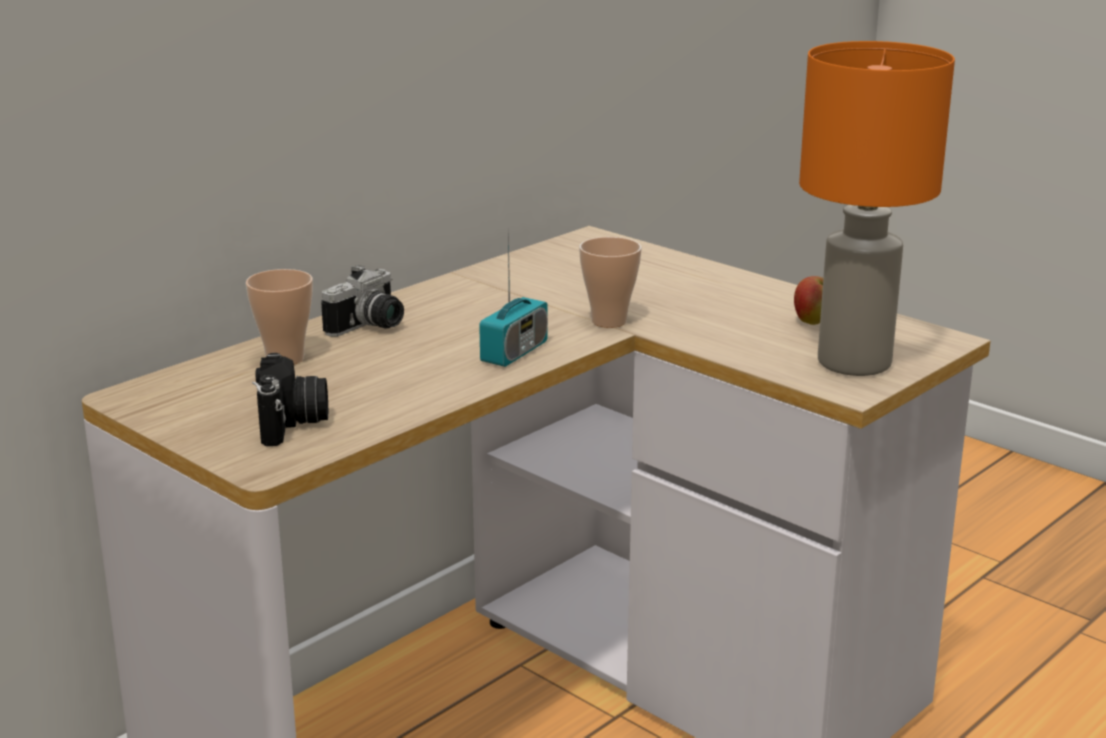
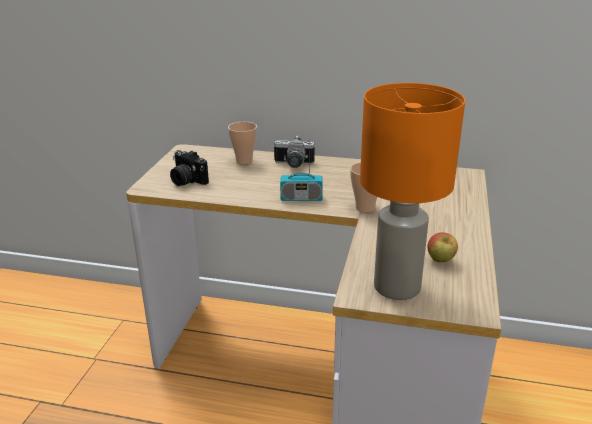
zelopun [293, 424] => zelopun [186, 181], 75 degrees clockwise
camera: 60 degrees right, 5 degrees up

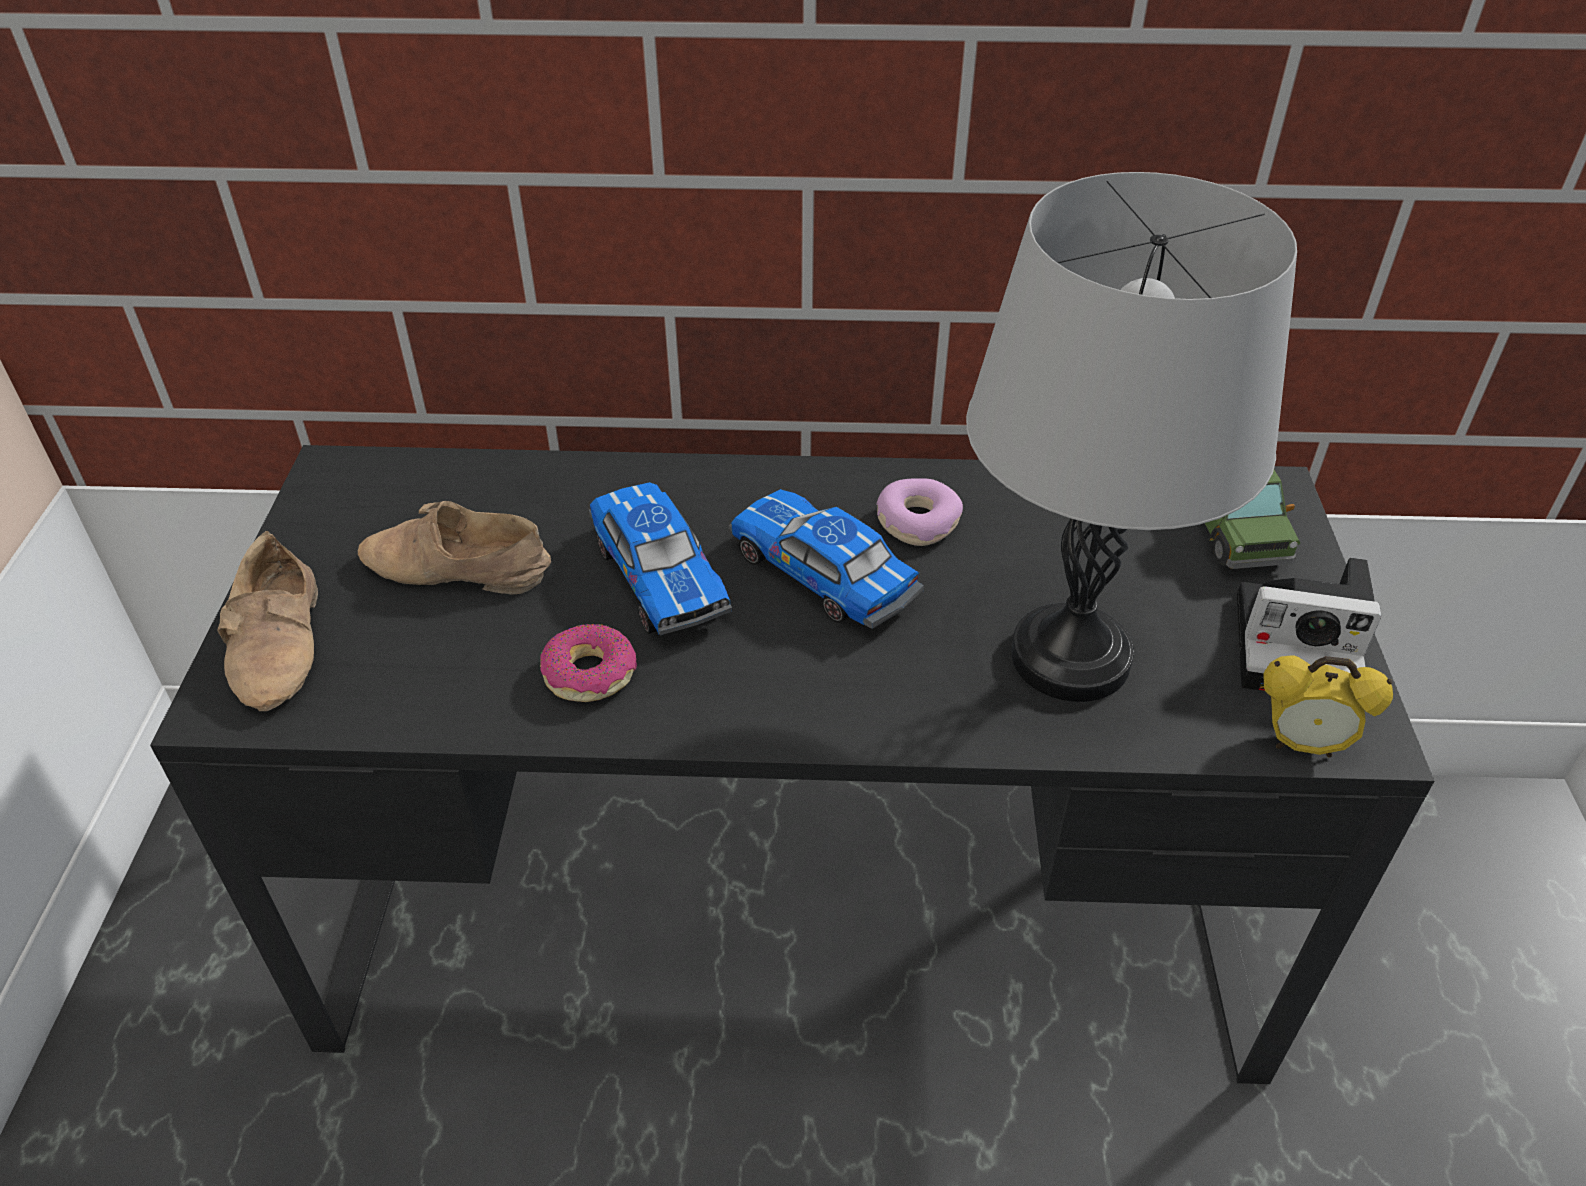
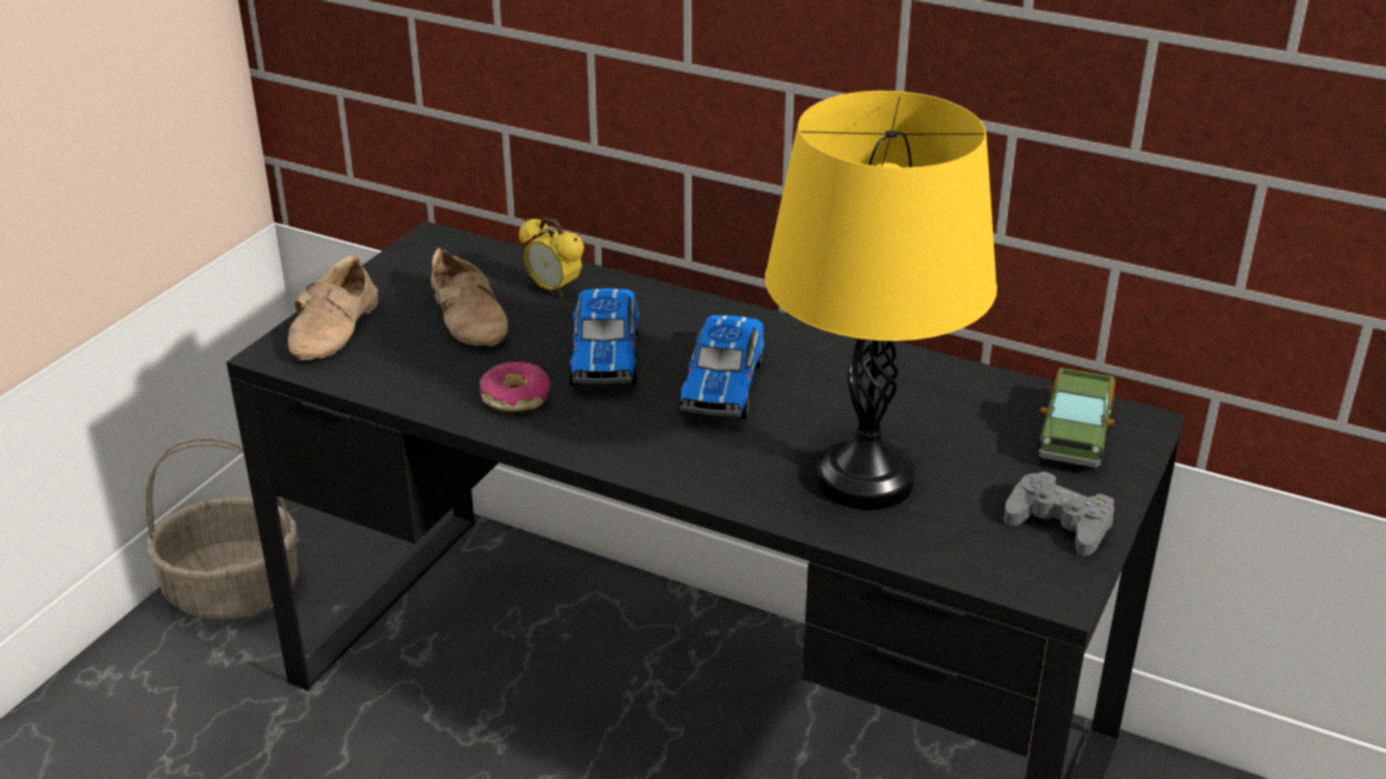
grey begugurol [1070, 657] => yellow begugurol [865, 480]
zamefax [917, 522] => nothing
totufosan [824, 575] => totufosan [723, 384], 150 degrees counterclockwise
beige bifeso [454, 570] => beige bifeso [471, 316], 150 degrees counterclockwise
zelopun [1301, 646] => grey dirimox [1059, 523]
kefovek [1302, 745] => kefovek [554, 290], shifted
nothing => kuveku [234, 589]
camera: 25 degrees right, 10 degrees down

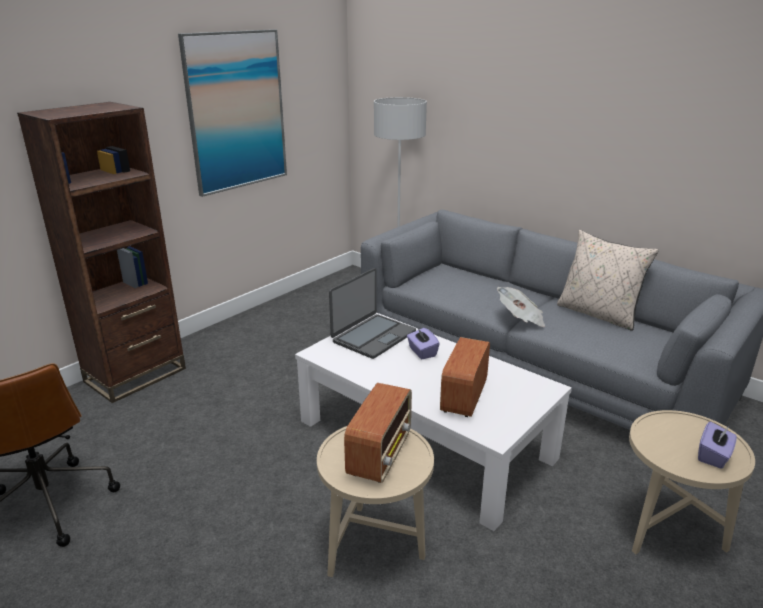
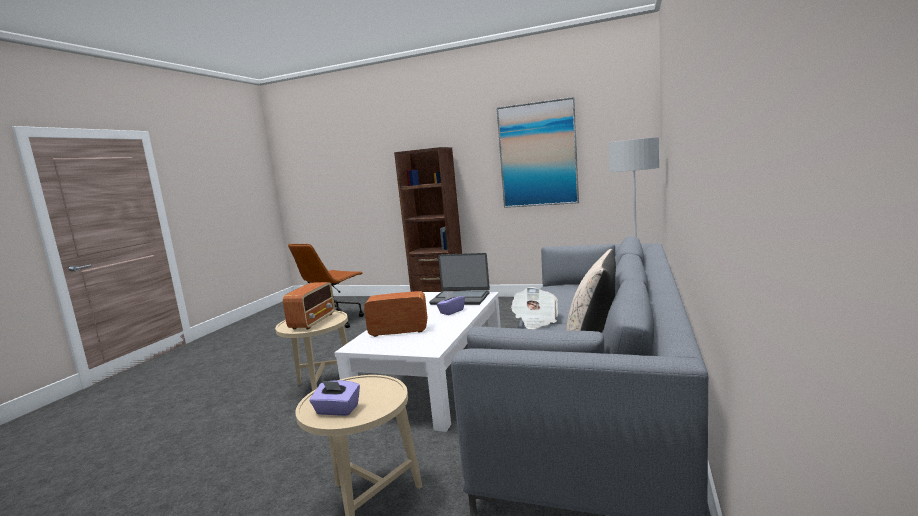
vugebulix [380, 454] => vugebulix [313, 321], 75 degrees counterclockwise
camera: 70 degrees right, 15 degrees down

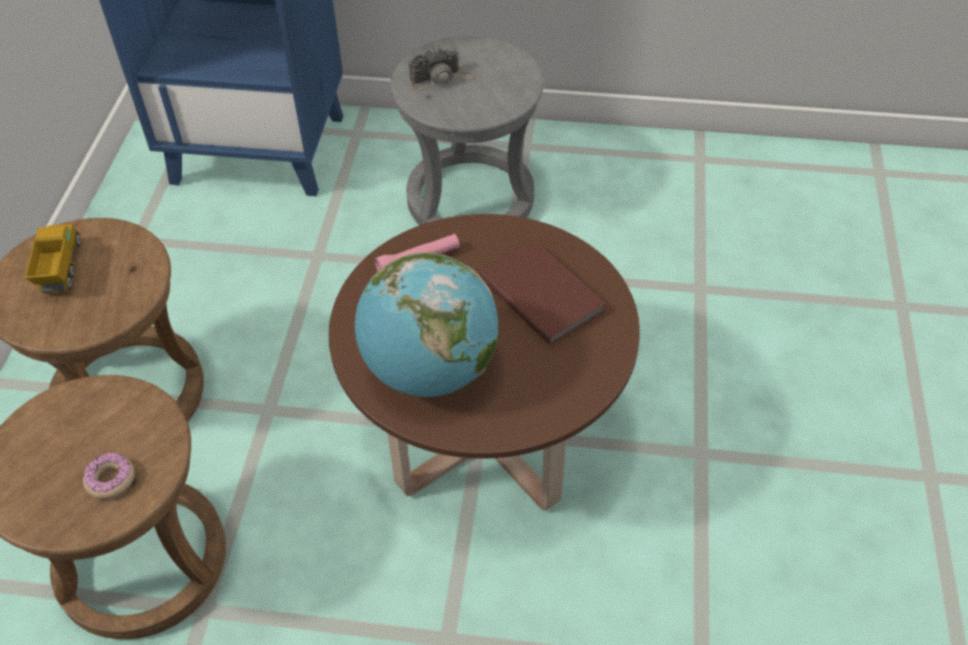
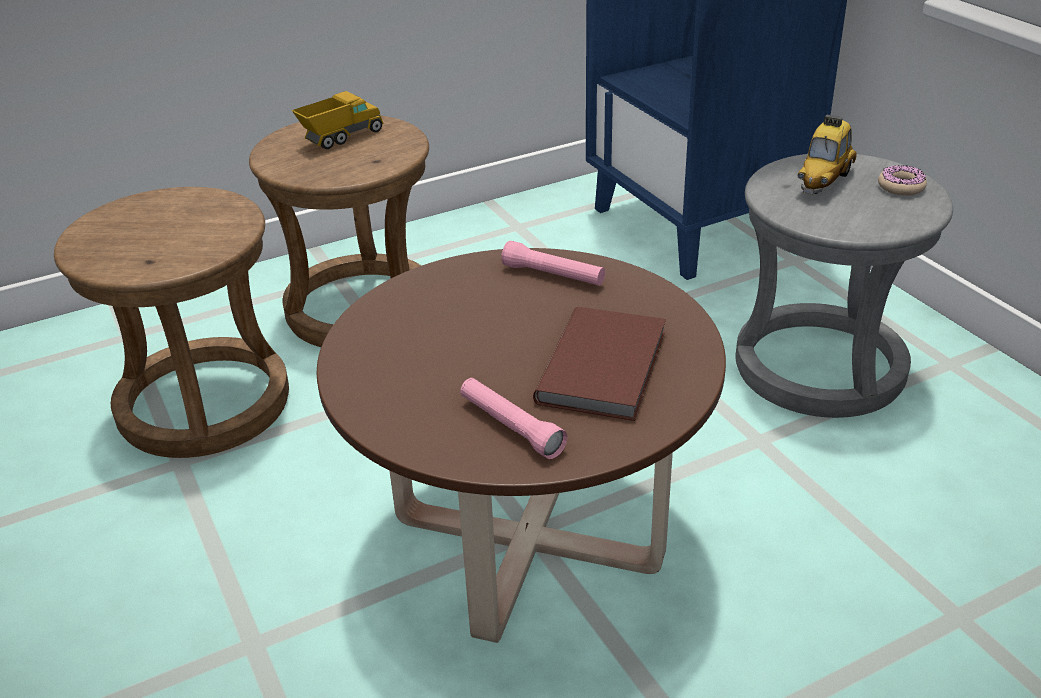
zelopun [442, 78] => totufosan [823, 181]
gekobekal [430, 370] => nothing
zamefax [110, 480] => zamefax [901, 187], shifted
nothing => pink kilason [511, 427]
camera: 55 degrees right, 15 degrees down

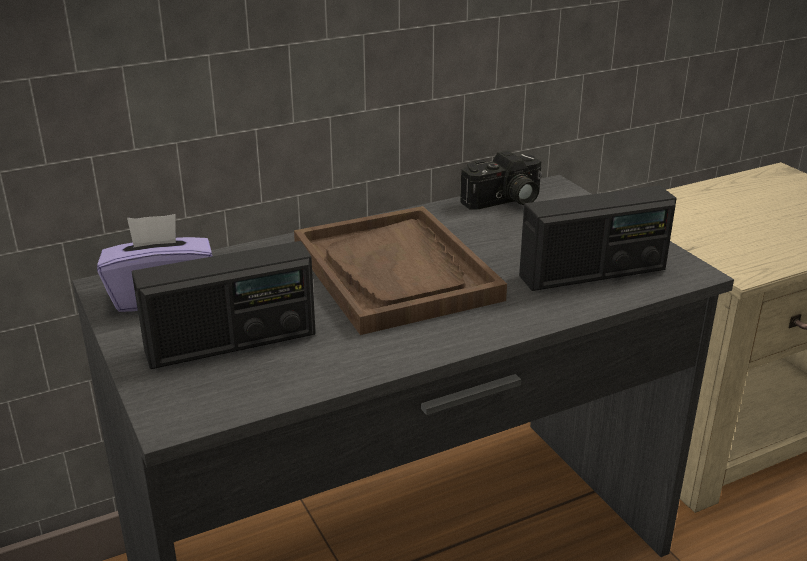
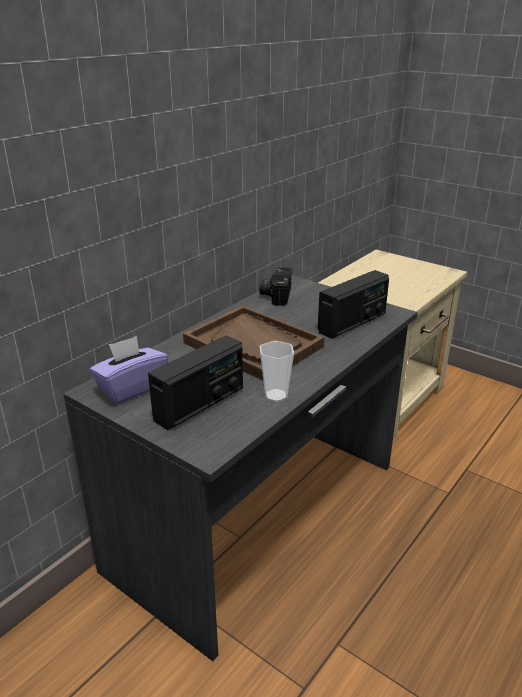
zelopun [505, 202] => zelopun [275, 295], 150 degrees clockwise
nothing => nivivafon [276, 396]
camera: 25 degrees left, 0 degrees up

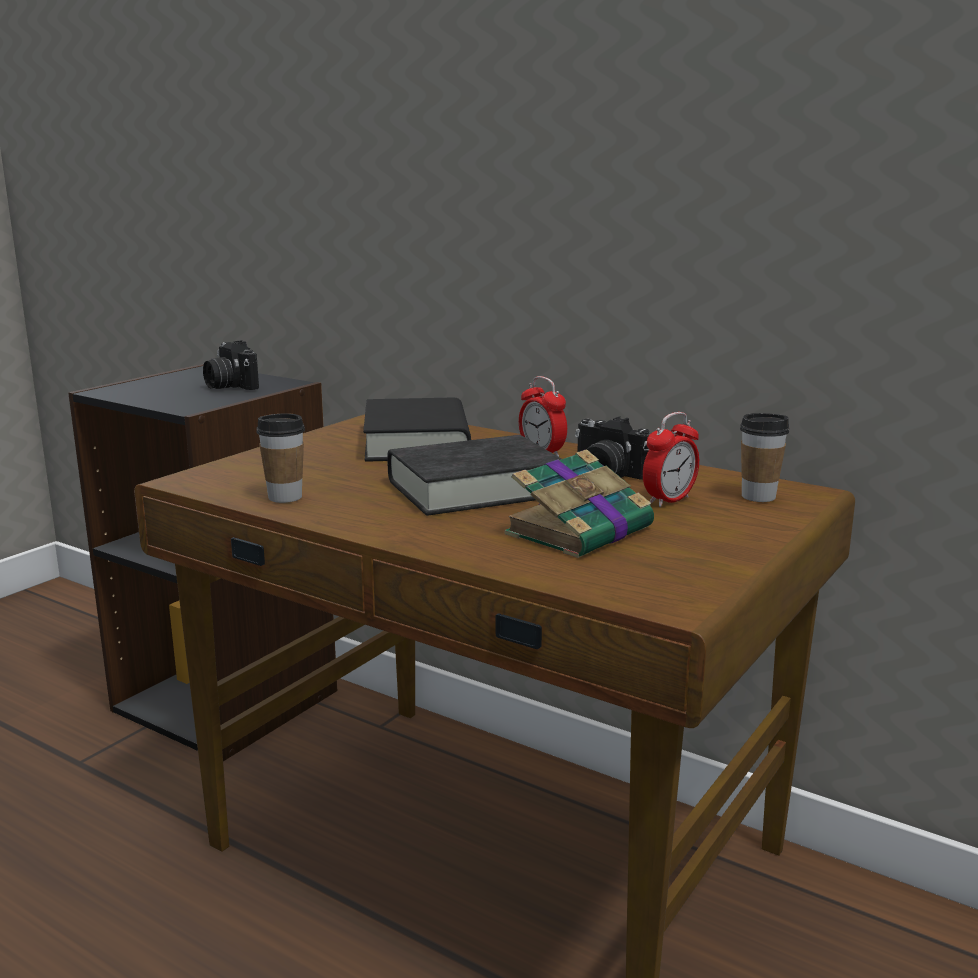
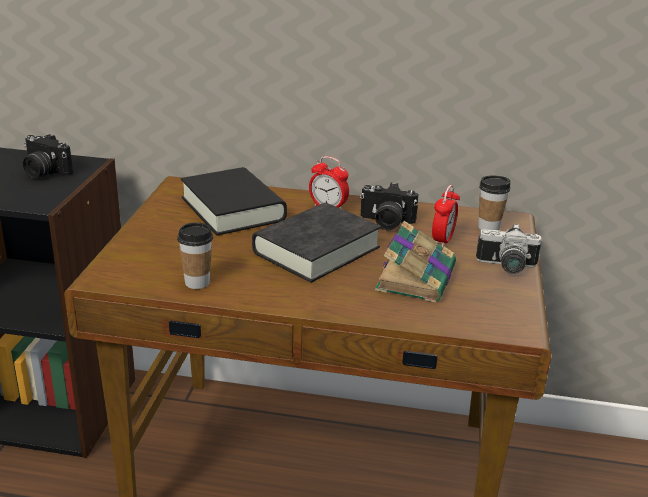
nothing => zelopun [506, 267]
camera: 25 degrees left, 10 degrees up

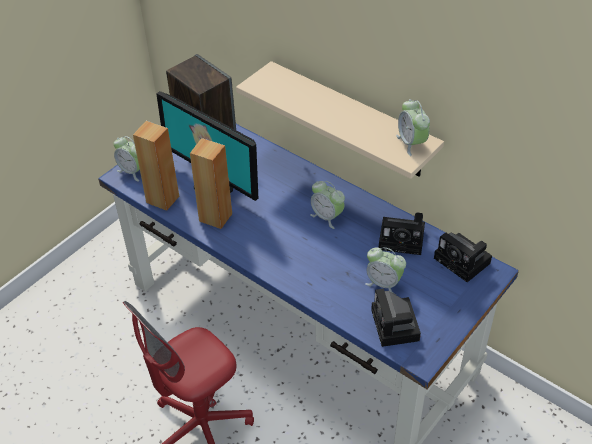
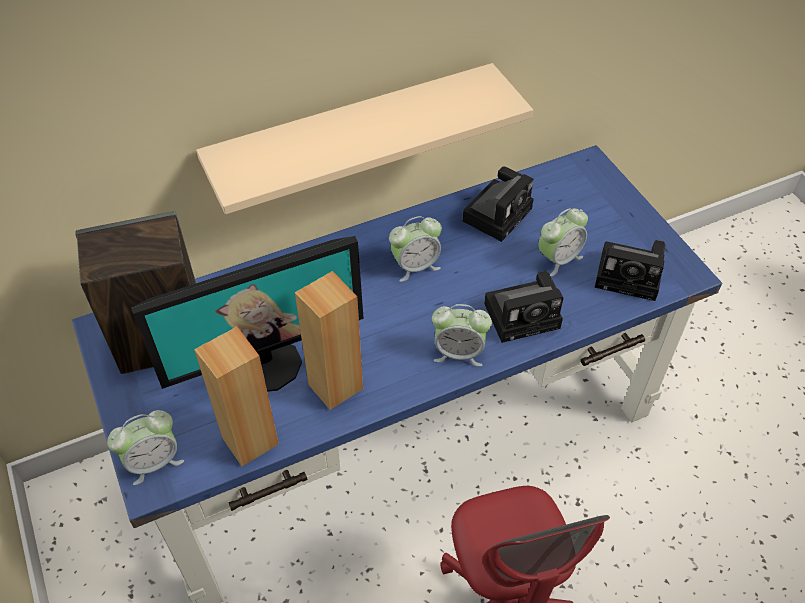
kefovek [411, 143] => kefovek [458, 352], shifted
zelopun [464, 262] => zelopun [524, 314], shifted
camera: 65 degrees left, 5 degrees up

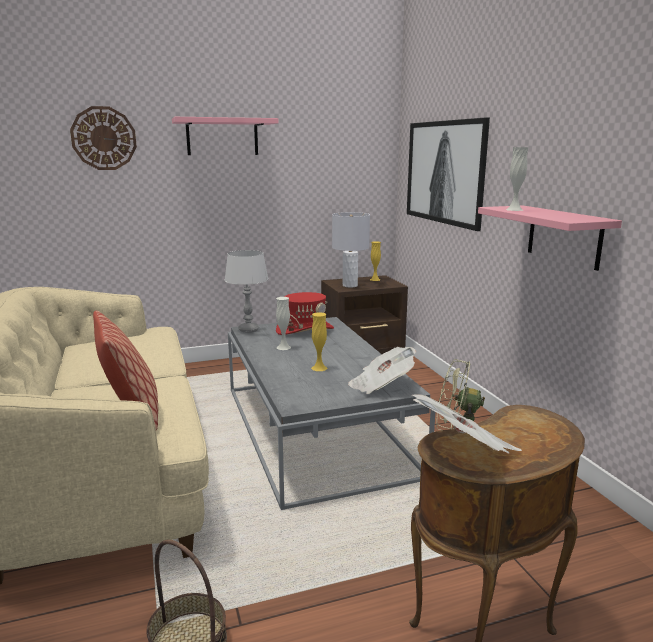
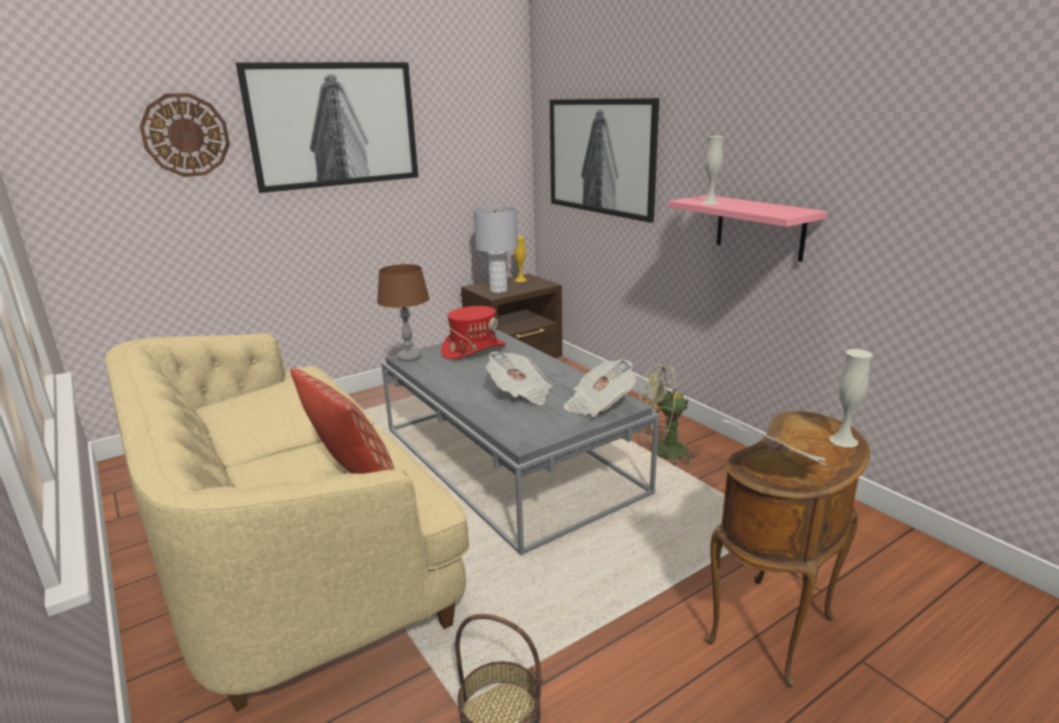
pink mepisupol [222, 137] => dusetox [335, 125]
grey begugurol [248, 330] => brown begugurol [409, 358]
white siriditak [283, 347] => white siriditak [843, 440], shifted
yellow siriditak [319, 368] => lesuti [520, 394]
camera: 15 degrees left, 5 degrees up

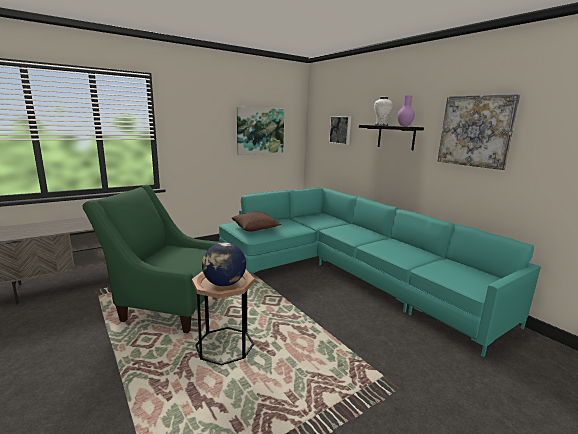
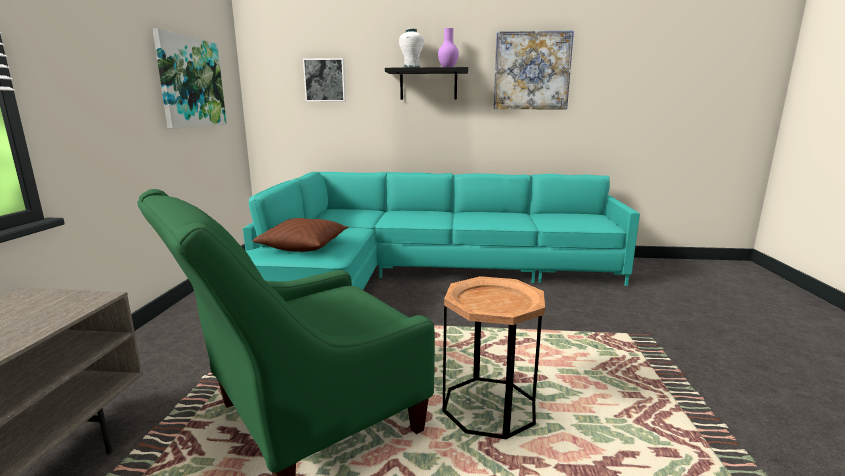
gekobekal [224, 284] => nothing
camera: 50 degrees left, 0 degrees up

